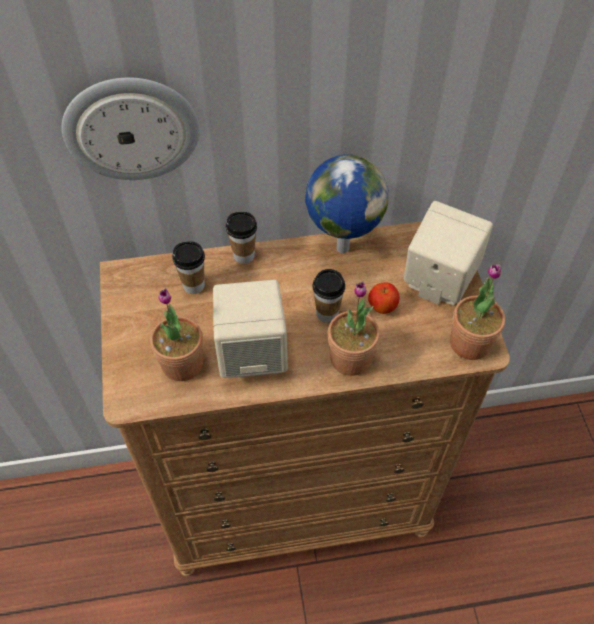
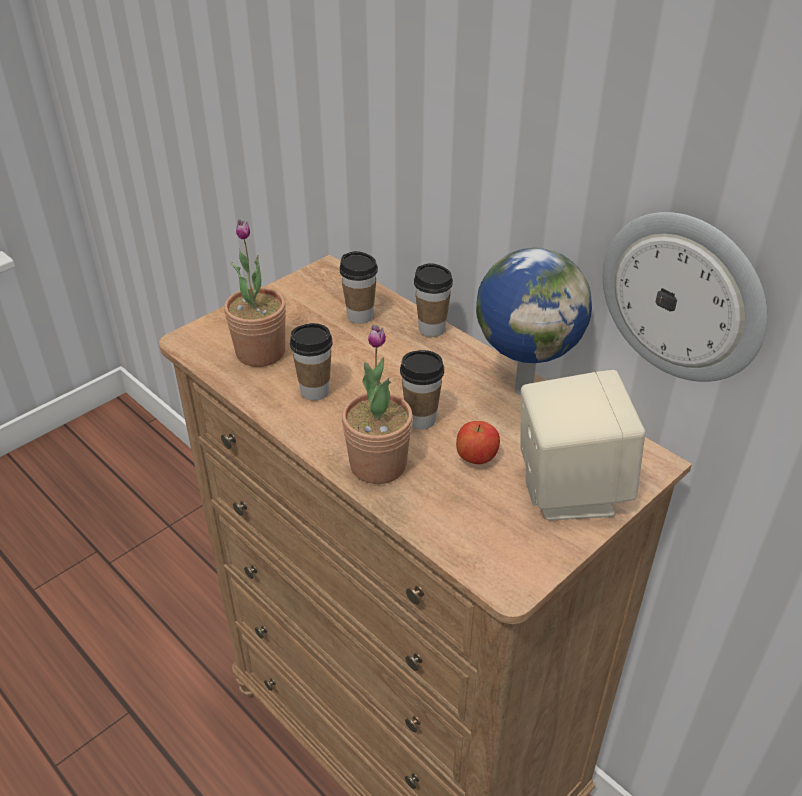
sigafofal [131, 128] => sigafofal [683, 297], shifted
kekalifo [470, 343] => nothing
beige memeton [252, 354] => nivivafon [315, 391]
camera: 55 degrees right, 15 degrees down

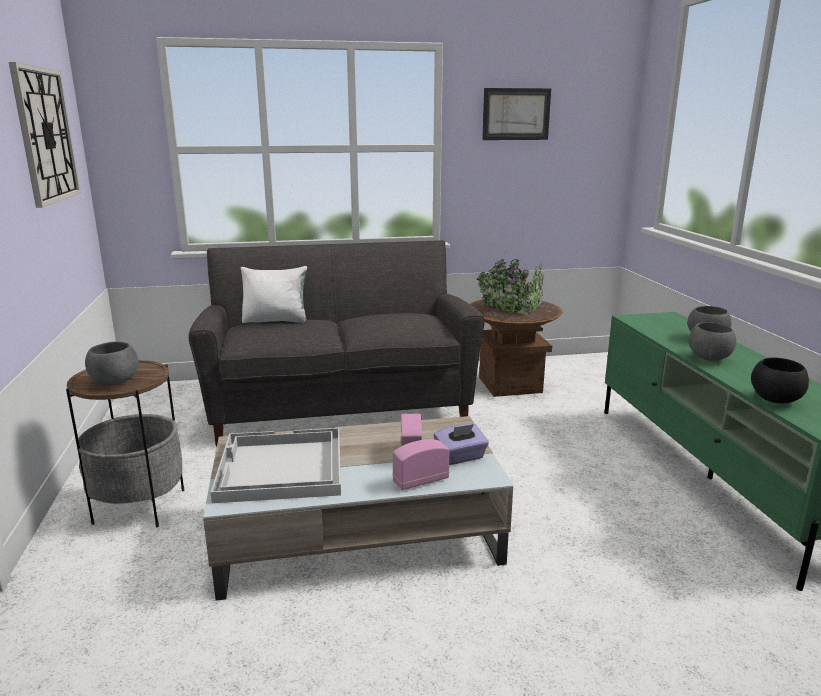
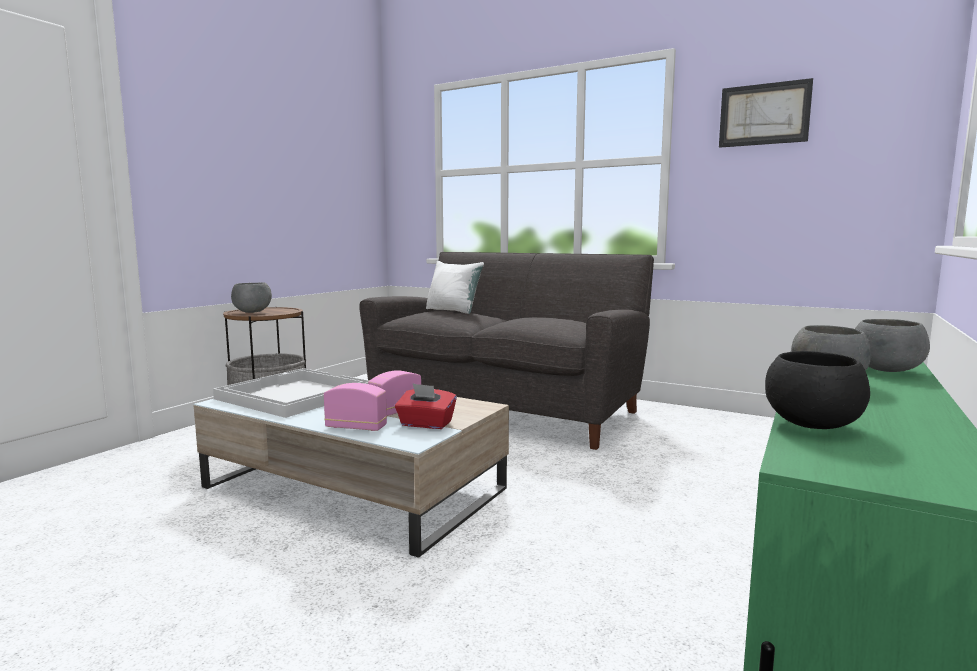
sigafofal [45, 135] => nothing
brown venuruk [510, 384] => nothing
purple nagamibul [460, 457] => red nagamibul [426, 424]
camera: 40 degrees right, 10 degrees down

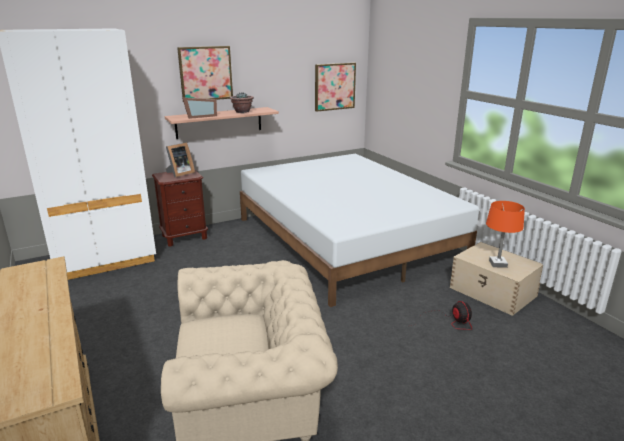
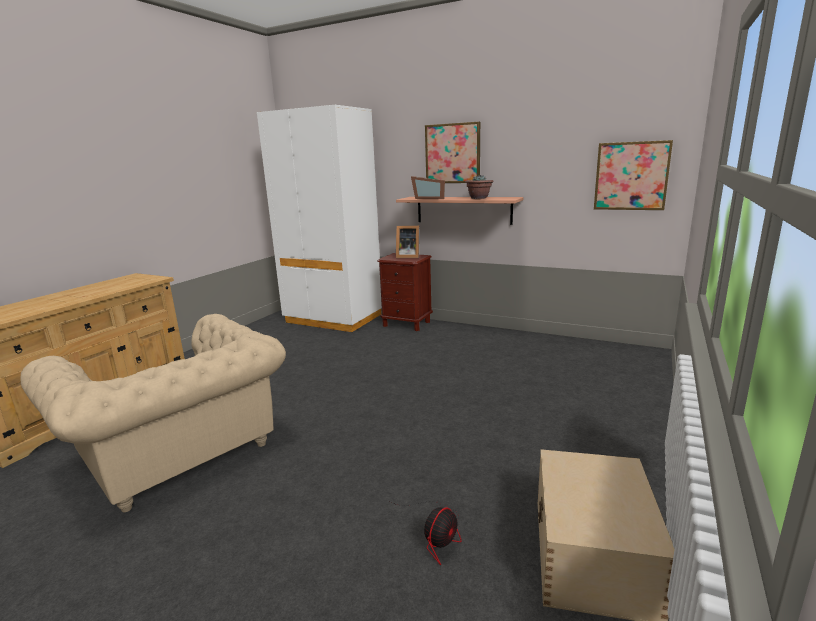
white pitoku [345, 240] => nothing
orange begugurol [497, 264] => nothing
camera: 55 degrees right, 5 degrees down

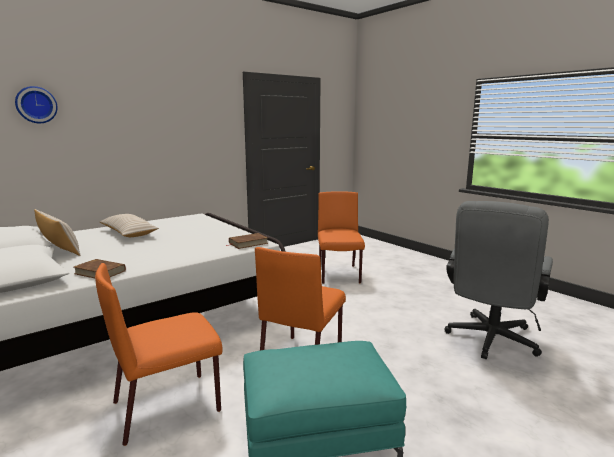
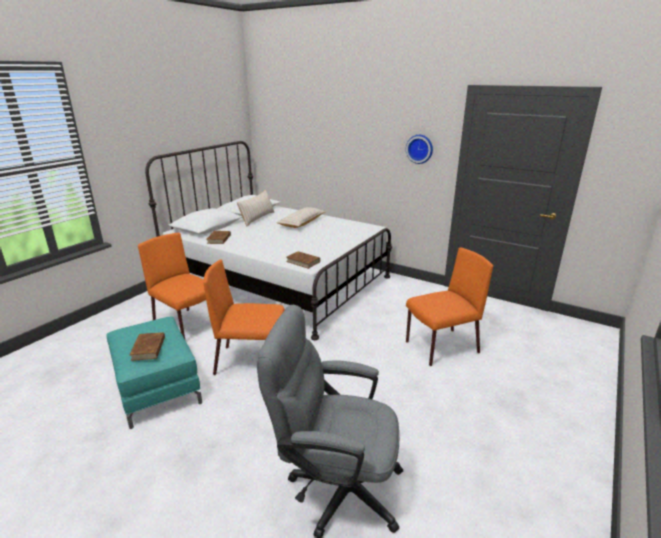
sigafofal [36, 105] => sigafofal [420, 149], shifted
nothing => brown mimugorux [149, 348]
camera: 70 degrees right, 10 degrees up

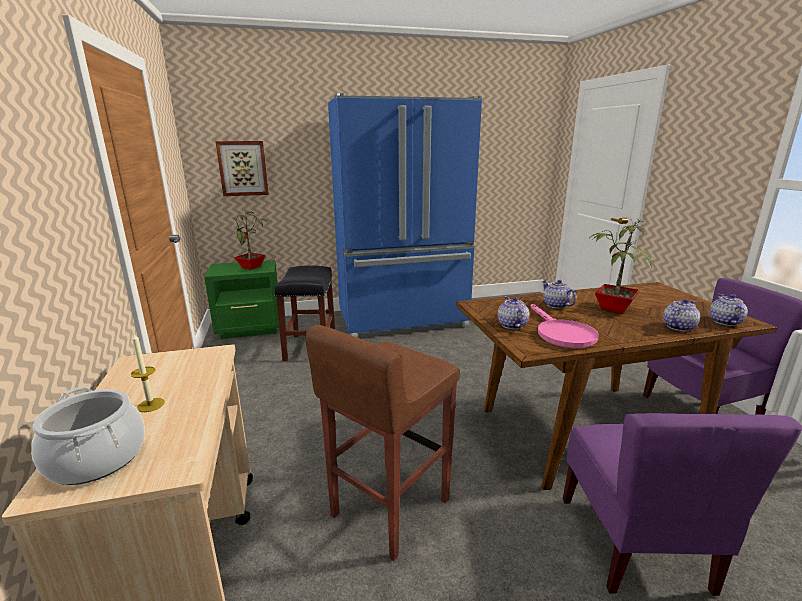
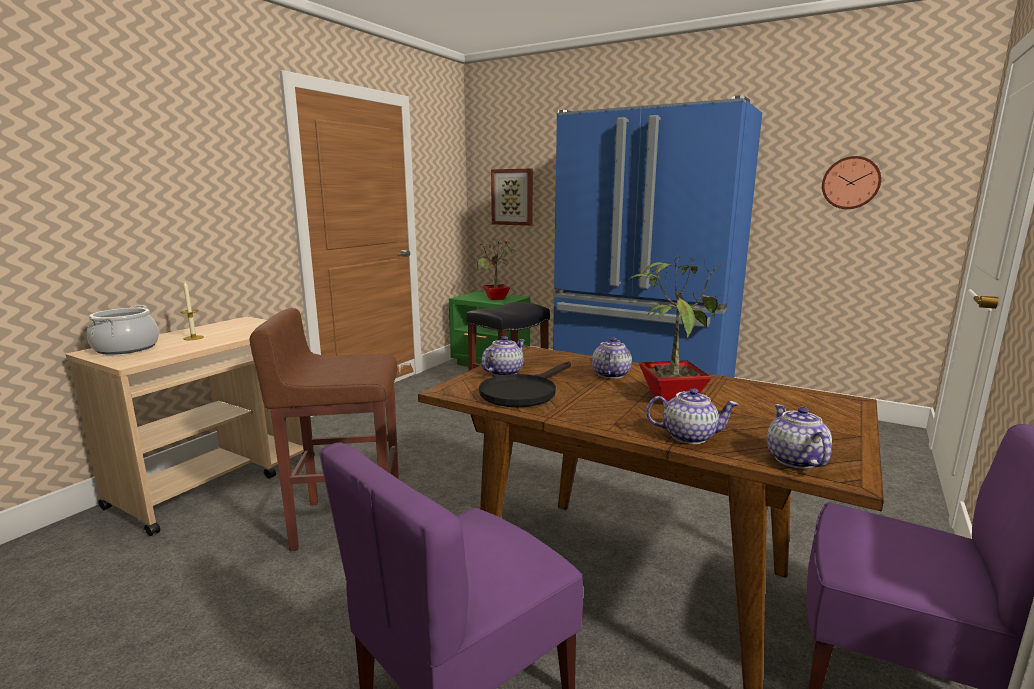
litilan [724, 322] => litilan [794, 459], 60 degrees counterclockwise
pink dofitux [561, 334] => black dofitux [523, 392]
nothing => sigafofal [851, 183]
camera: 45 degrees right, 5 degrees down

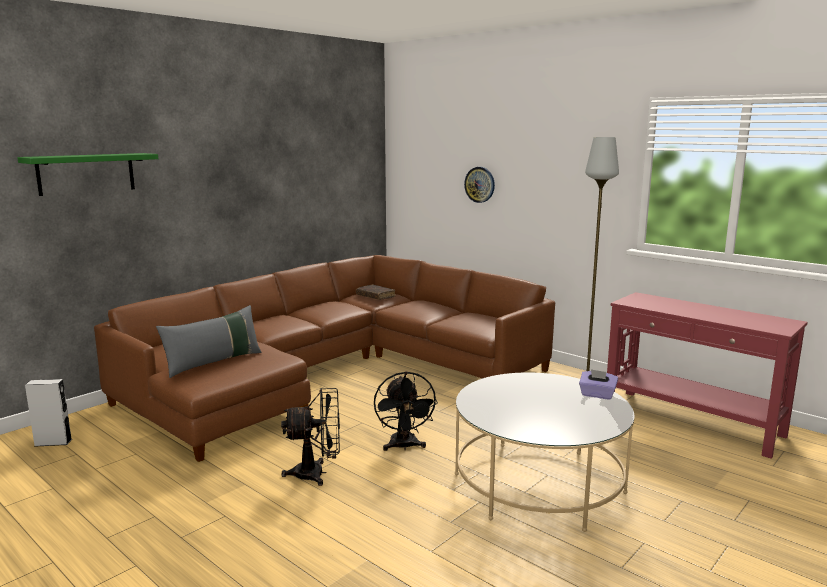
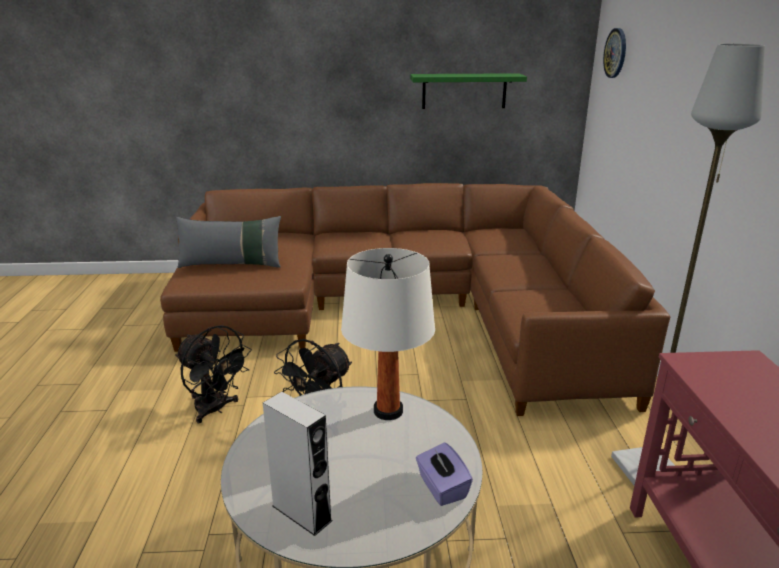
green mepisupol [86, 173] => green mepisupol [464, 91], shifted
sigafofal [480, 184] => sigafofal [615, 53], shifted
brown mimugorux [375, 296] => nothing
grey memeton [53, 442] => grey memeton [301, 513], shifted
nothing => white begugurol [388, 411]
camera: 45 degrees right, 10 degrees up

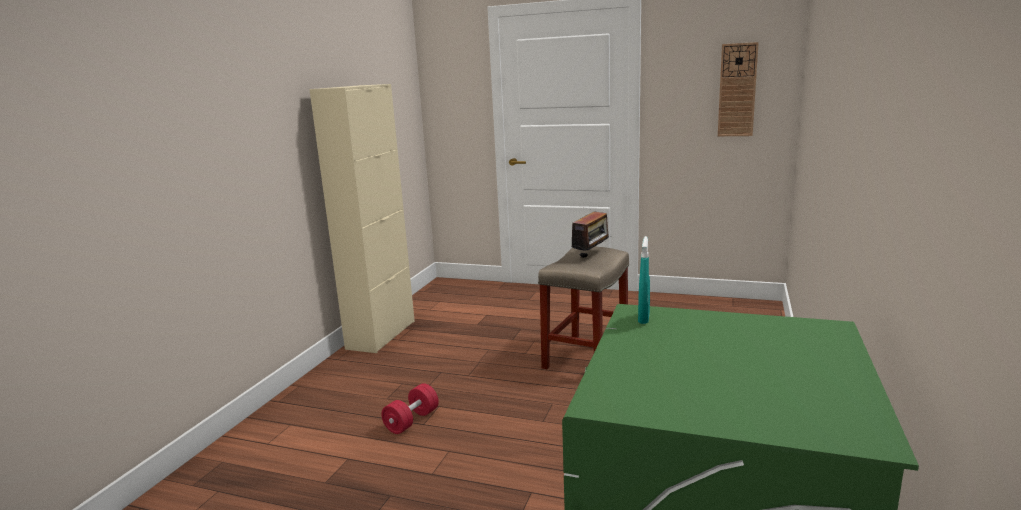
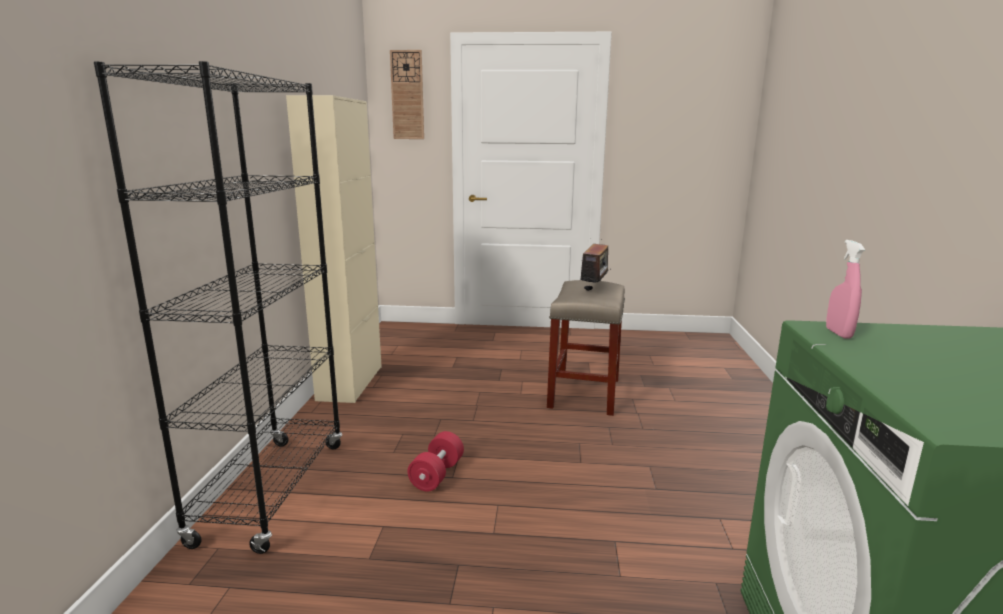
sigafofal [737, 90] => sigafofal [407, 95], shifted
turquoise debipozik [643, 318] => pink debipozik [838, 333]
nothing => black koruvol [272, 491]
camera: 15 degrees left, 0 degrees up

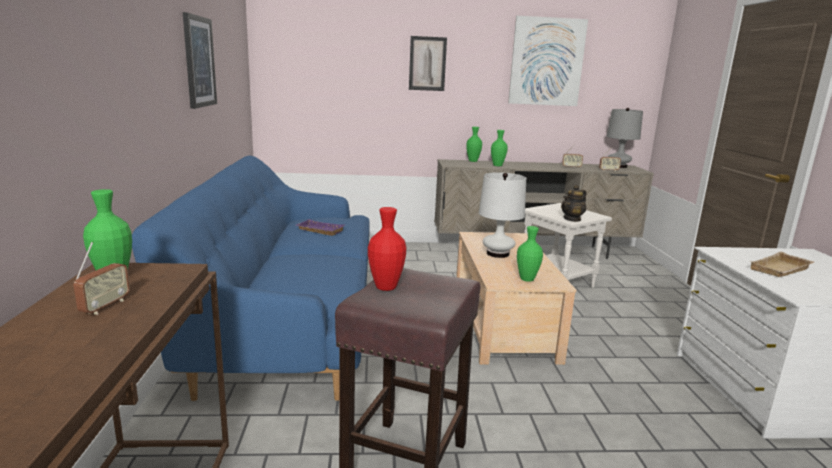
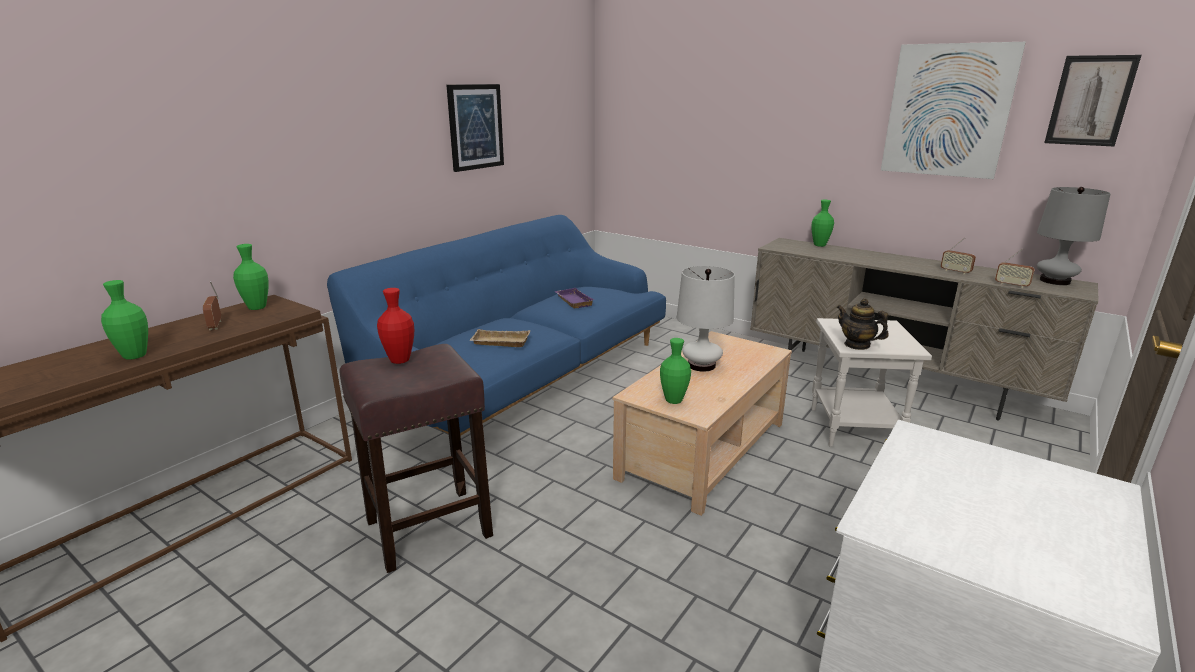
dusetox [427, 63] => dusetox [1090, 101], shifted
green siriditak [497, 165] => green siriditak [135, 356], shifted
litilan [572, 219] => litilan [857, 345], 45 degrees clockwise
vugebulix [105, 306] => vugebulix [216, 325], 105 degrees clockwise
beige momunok [781, 270] => beige momunok [499, 342], shifted
camera: 40 degrees right, 5 degrees up

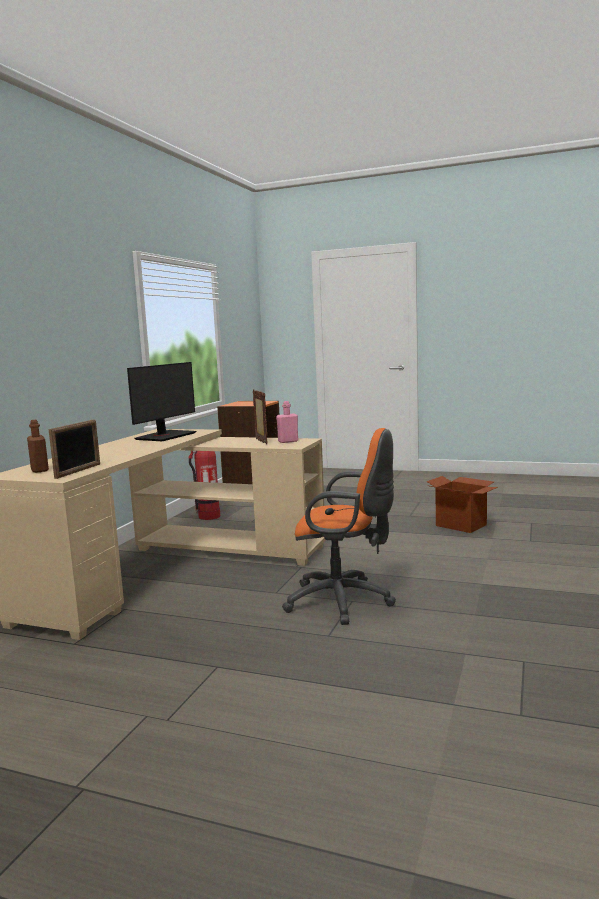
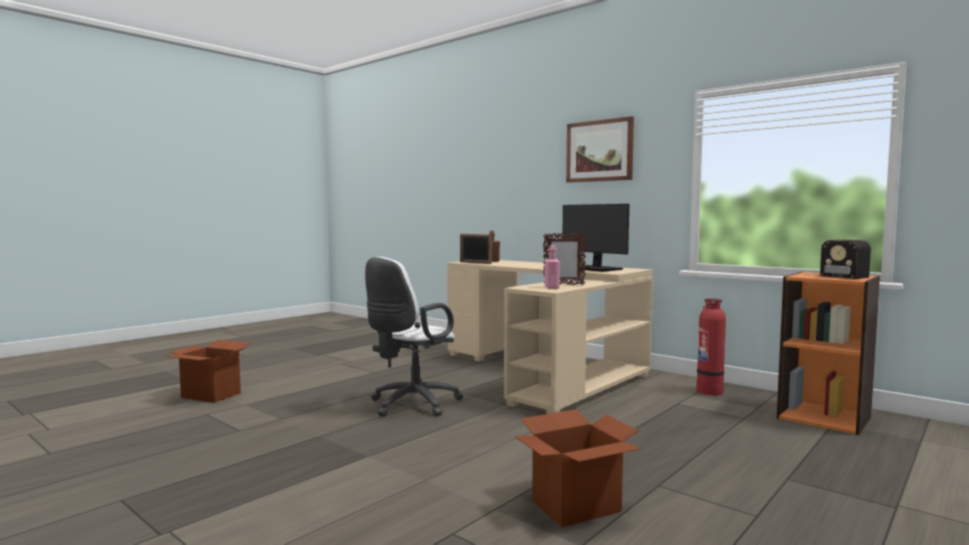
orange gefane [344, 602] => white gefane [410, 405]
nothing => dusetox [599, 151]
nothing => vugebulix [832, 275]
nothing => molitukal [210, 395]
camera: 110 degrees right, 5 degrees down

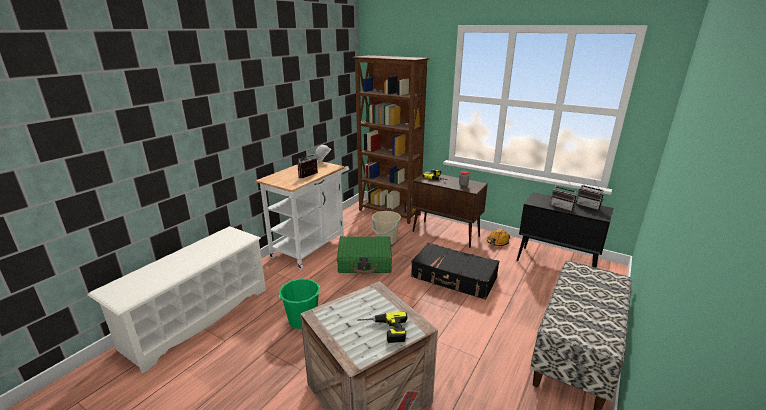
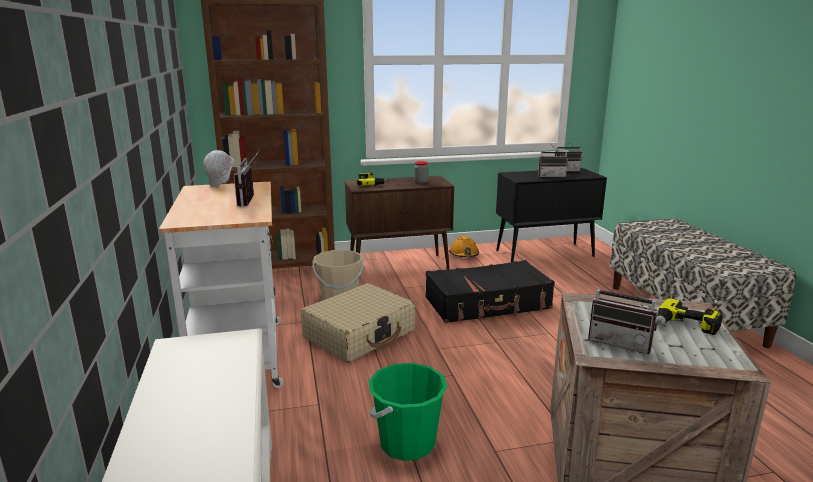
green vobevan [365, 262] => beige vobevan [360, 334]
nothing => vugebulix [620, 342]
camera: 45 degrees left, 5 degrees down

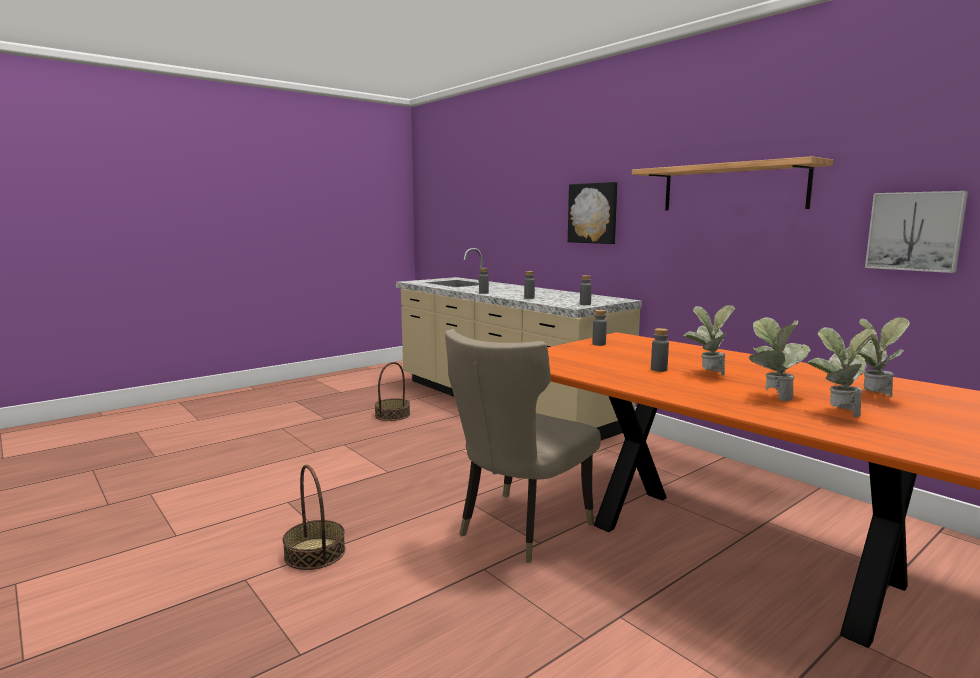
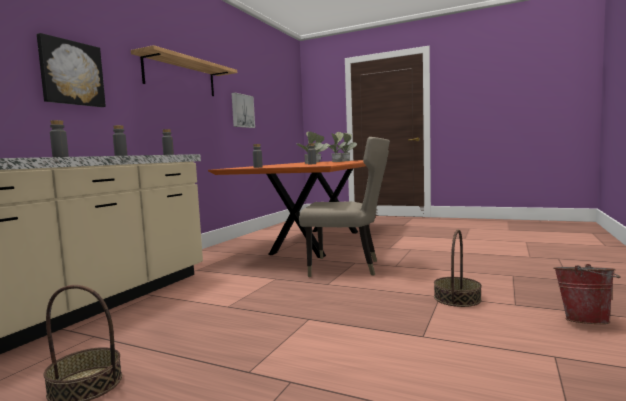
nothing => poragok [584, 320]
camera: 115 degrees left, 5 degrees down

